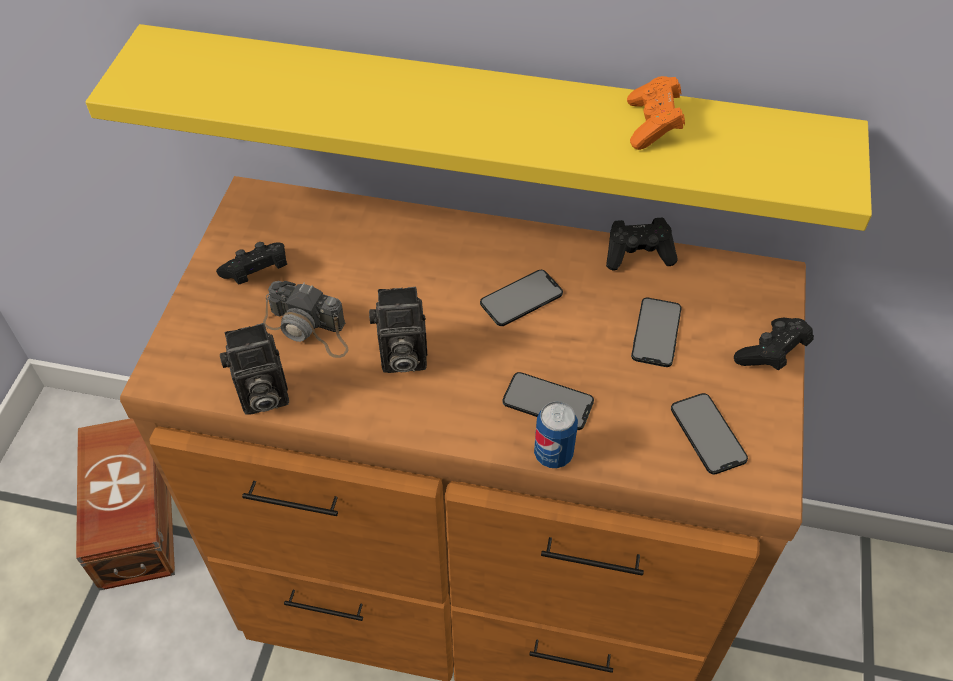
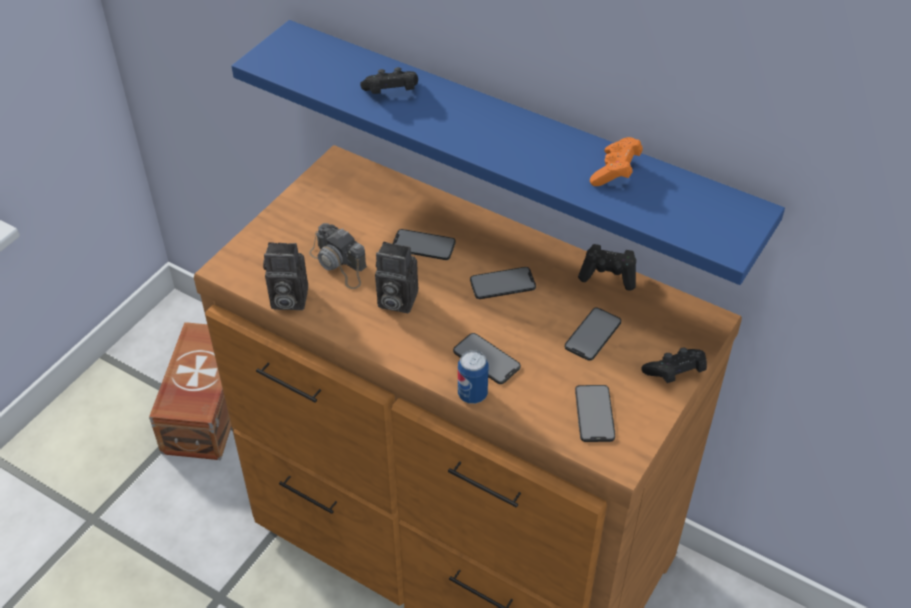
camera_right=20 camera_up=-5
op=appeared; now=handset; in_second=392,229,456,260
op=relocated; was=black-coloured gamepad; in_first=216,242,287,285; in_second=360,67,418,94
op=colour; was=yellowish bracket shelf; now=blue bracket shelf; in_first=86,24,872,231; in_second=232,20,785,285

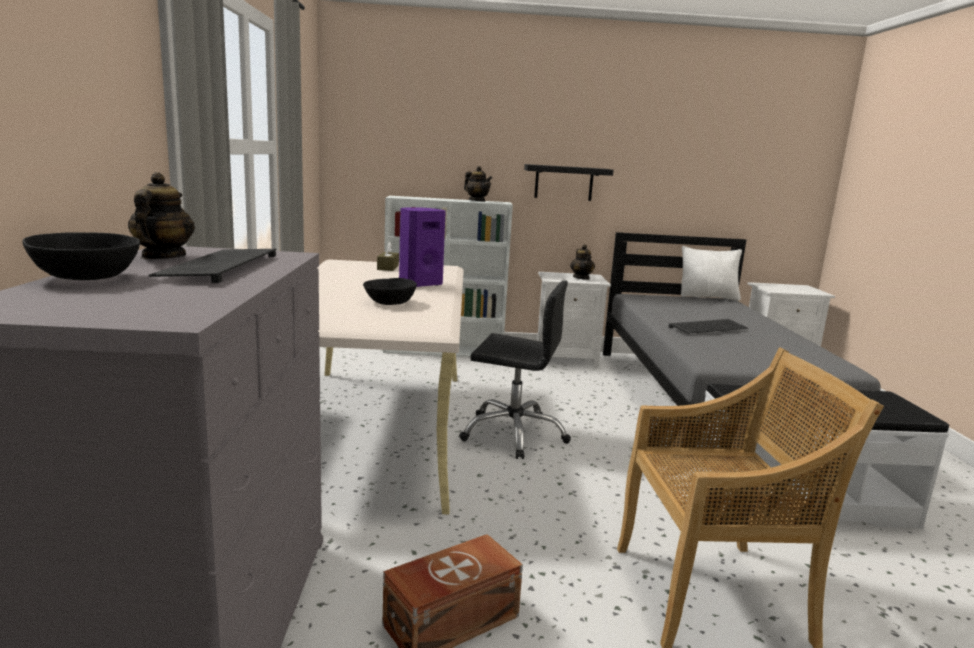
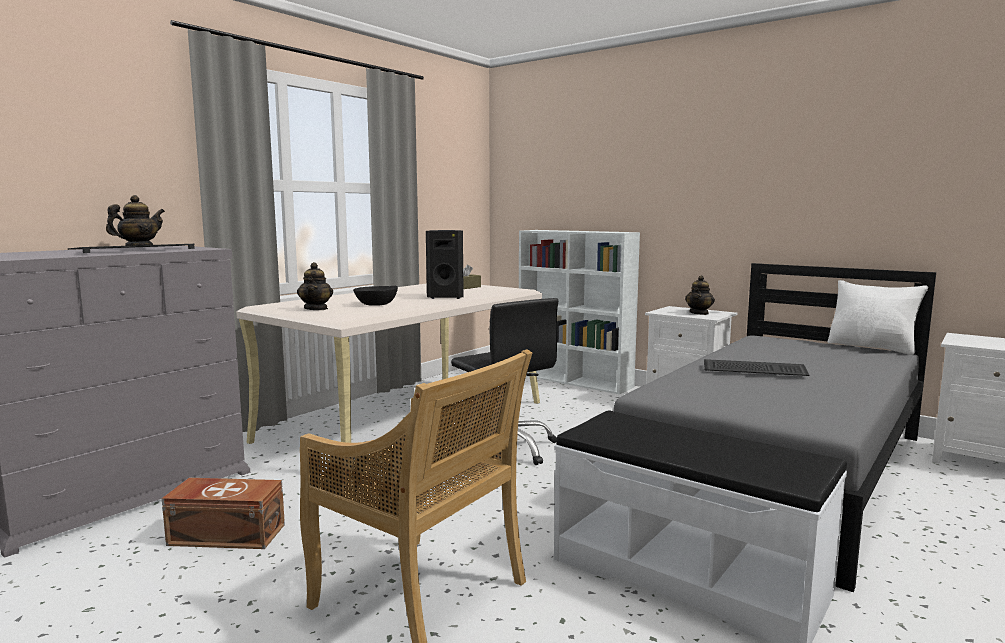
camera_right=40 camera_up=-5
op=missing; was=black-coloured bowl; in_first=22,232,140,280
op=missing; was=black-coloured bracket shelf; in_first=524,164,613,201
op=relocated; was=pot for tea; in_first=464,166,492,202; in_second=297,262,333,310
op=colour; was=purple audio speaker; now=black-coloured audio speaker; in_first=399,207,446,287; in_second=426,230,464,299

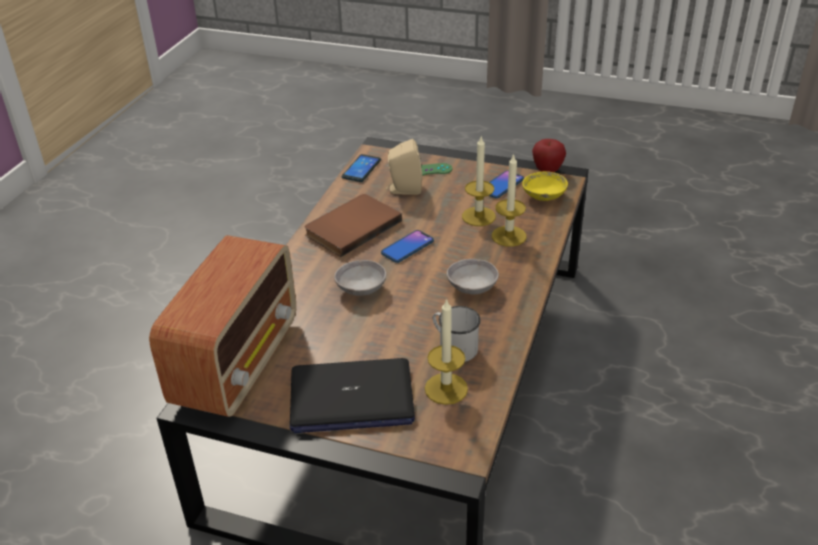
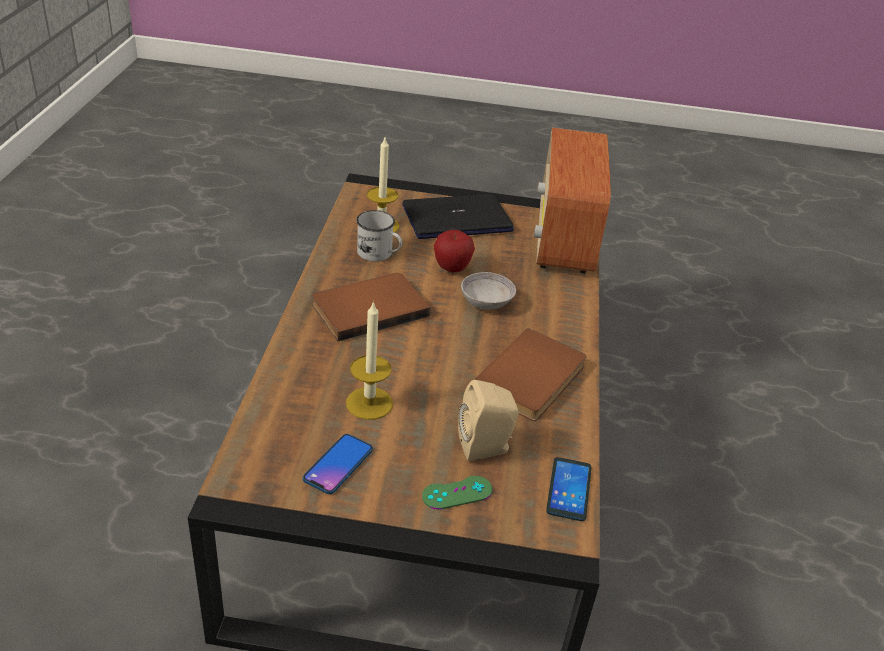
camera_right=165 camera_up=0
op=missing; was=handset; in_first=381,230,434,263
op=missing; was=wax candle; in_first=492,153,527,247
op=missing; was=yellowish bowl; in_first=522,171,568,201
op=relocated; was=apple; in_first=532,139,566,172; in_second=434,230,475,272
op=exchanged; was=greyish bowl; now=brown bound book; in_first=447,259,499,294; in_second=312,273,430,342

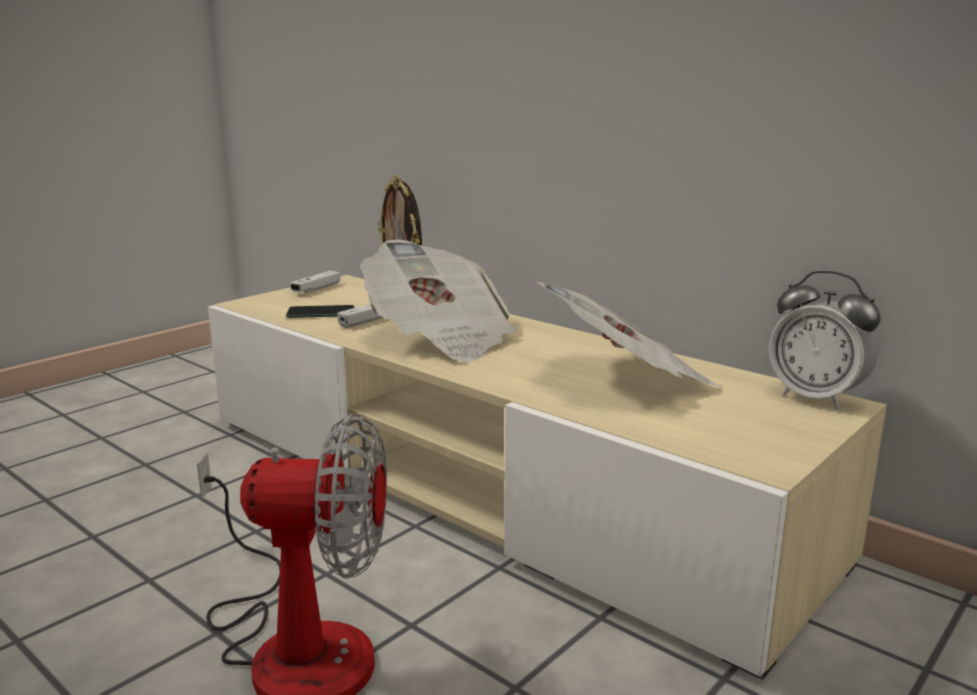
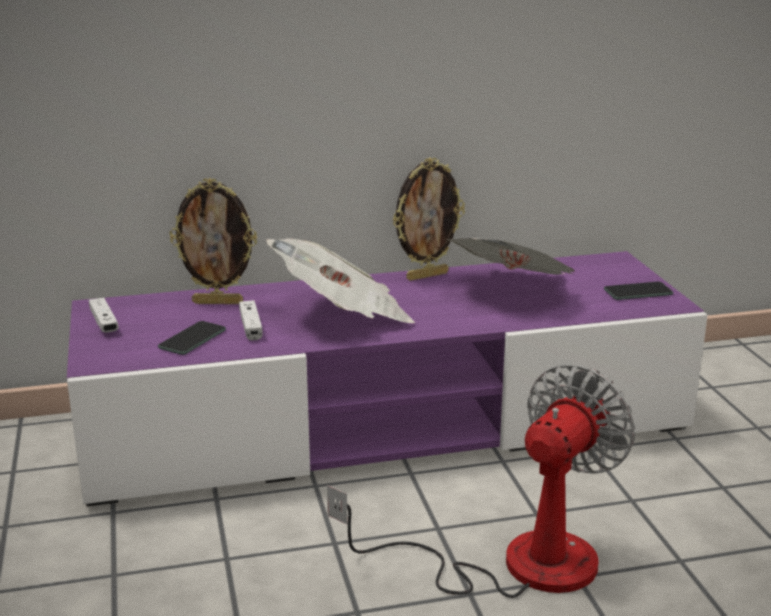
camera_right=-55 camera_up=5
op=missing; was=bedside clock; in_first=769,270,881,410
op=appeared; now=photo frame; in_second=393,158,465,281
op=appeared; now=handset; in_second=604,282,673,300
op=colour; was=beige-coloured tv unit; now=purple tv unit; in_first=208,275,887,680; in_second=67,251,708,506

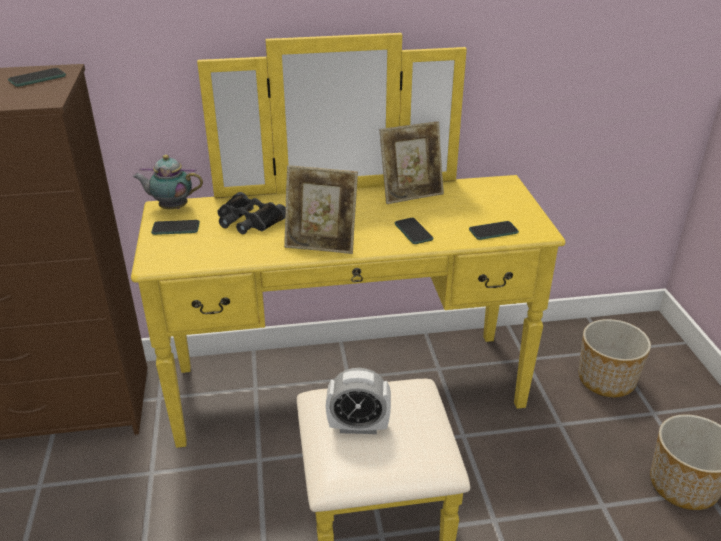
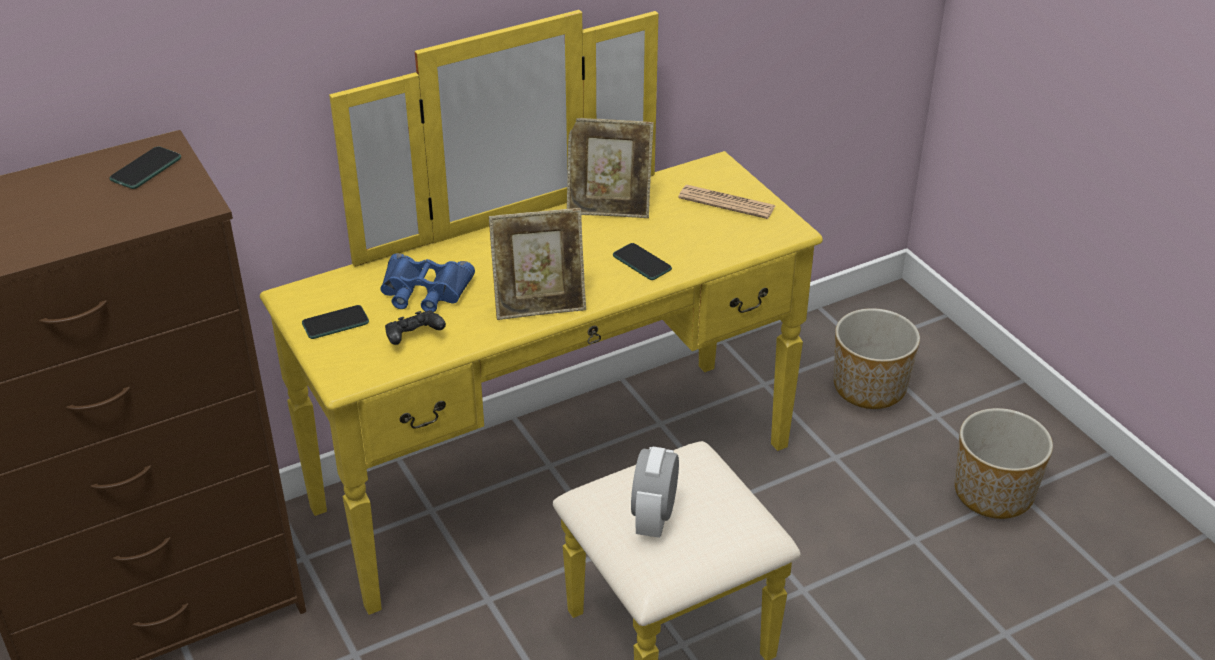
camera_right=-20 camera_up=5
op=missing; was=pot for tea; in_first=133,155,203,209
op=missing; was=handset; in_first=469,221,519,240
op=appeared; now=black-coloured gamepad; in_second=385,310,446,345
op=appeared; now=daily paper; in_second=678,185,775,219
op=colour; was=black-coloured pair of binoculars; now=blue pair of binoculars; in_first=217,192,286,234; in_second=380,253,475,312
op=spun; was=bedside clock; in_first=326,368,391,434; in_second=631,447,679,538; clockwise=120
op=spun; was=photo frame; in_first=379,121,444,204; in_second=567,118,654,218; clockwise=45

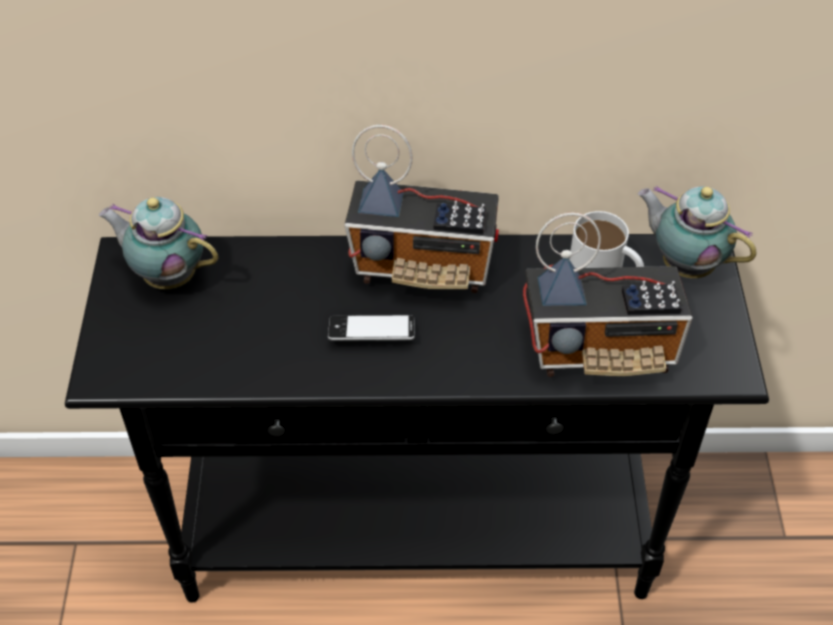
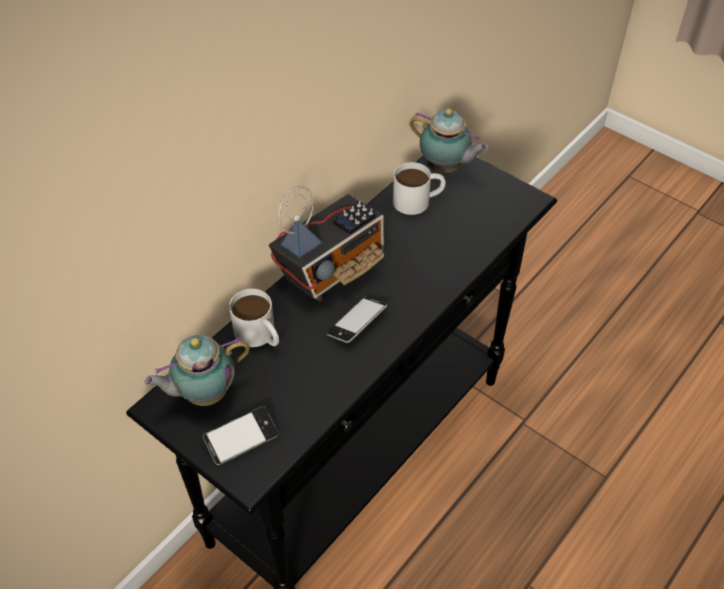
camera_right=-50 camera_up=0
op=missing; was=radio receiver; in_first=523,212,693,377
op=appeared; now=handset; in_second=203,406,279,465
op=appeared; now=white mug; in_second=229,289,279,347
op=spun; was=pot for tea; in_first=638,186,757,279; in_second=410,109,488,173; clockwise=-135

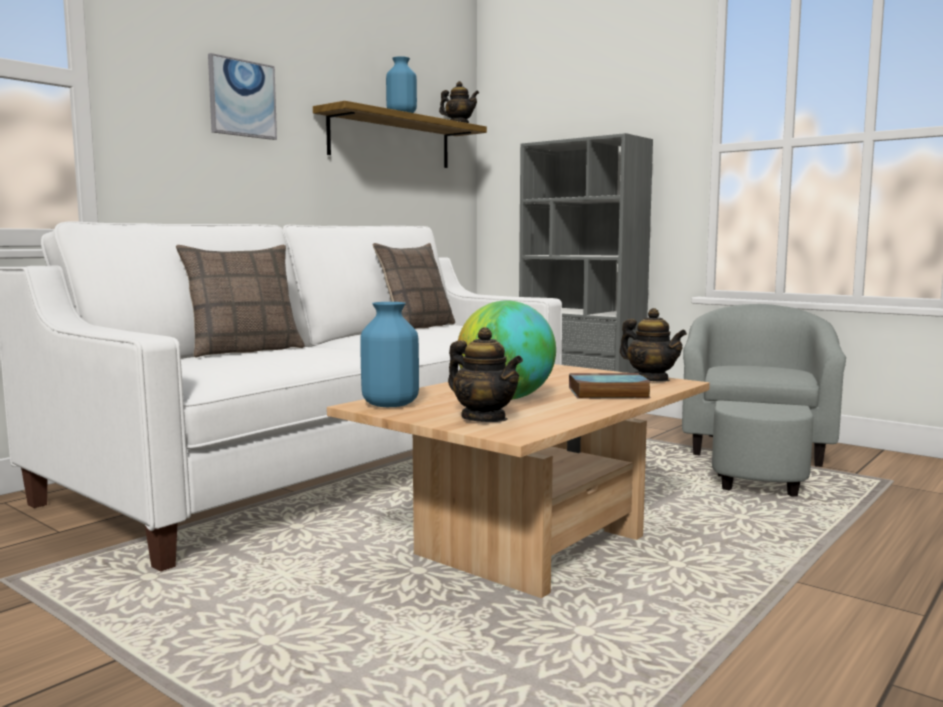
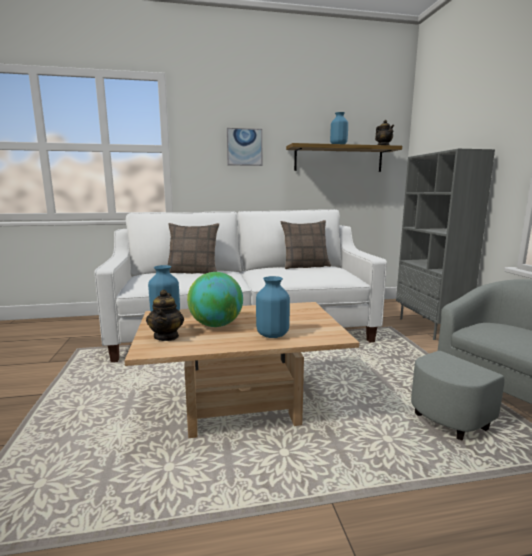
camera_right=40 camera_up=5
op=missing; was=pot for tea; in_first=620,308,687,382
op=exchanged; was=bound book; now=blue flower vase; in_first=569,373,652,398; in_second=256,276,290,338

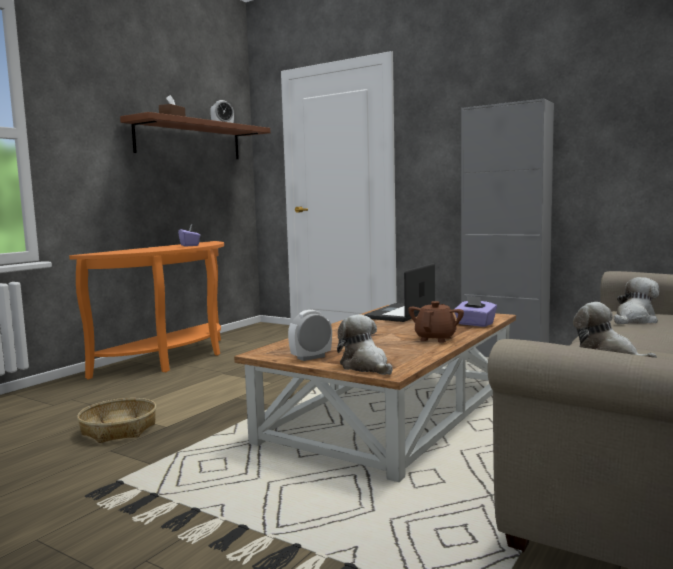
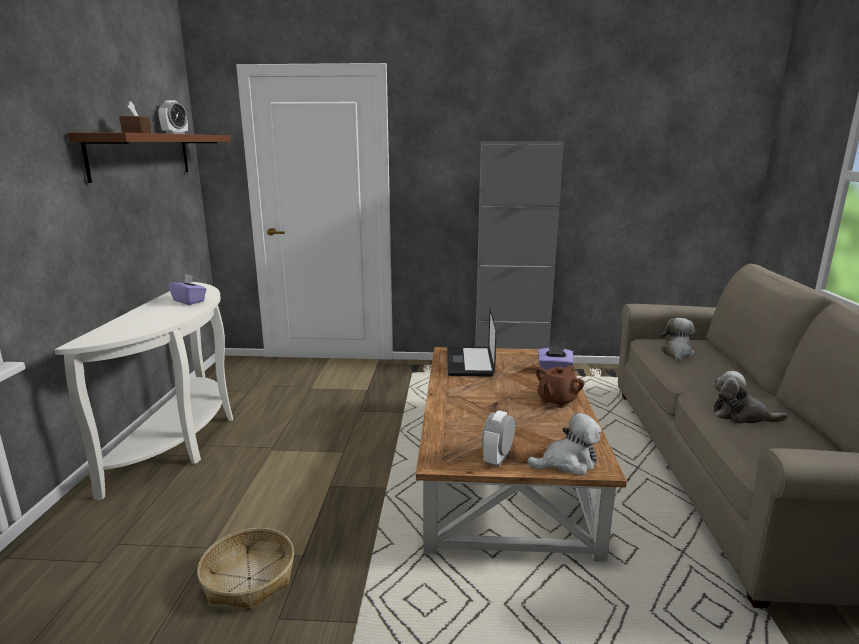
camera_right=-30 camera_up=10
op=colour; was=orange hall table; now=white hall table; in_first=69,241,224,379; in_second=54,282,233,500
op=spun; was=soft toy; in_first=337,314,393,375; in_second=527,413,602,475; clockwise=135
op=spun; was=brown pot for tea; in_first=408,301,464,343; in_second=535,365,585,408; clockwise=-135

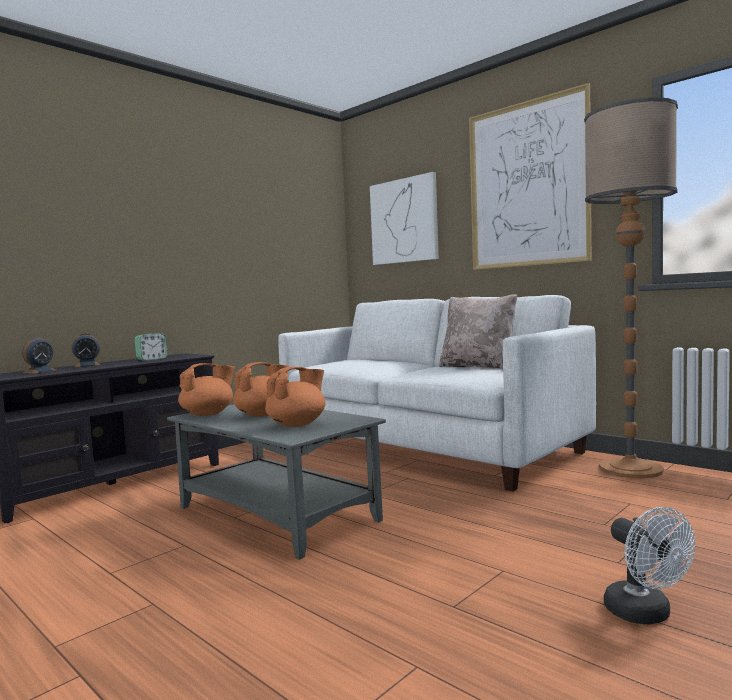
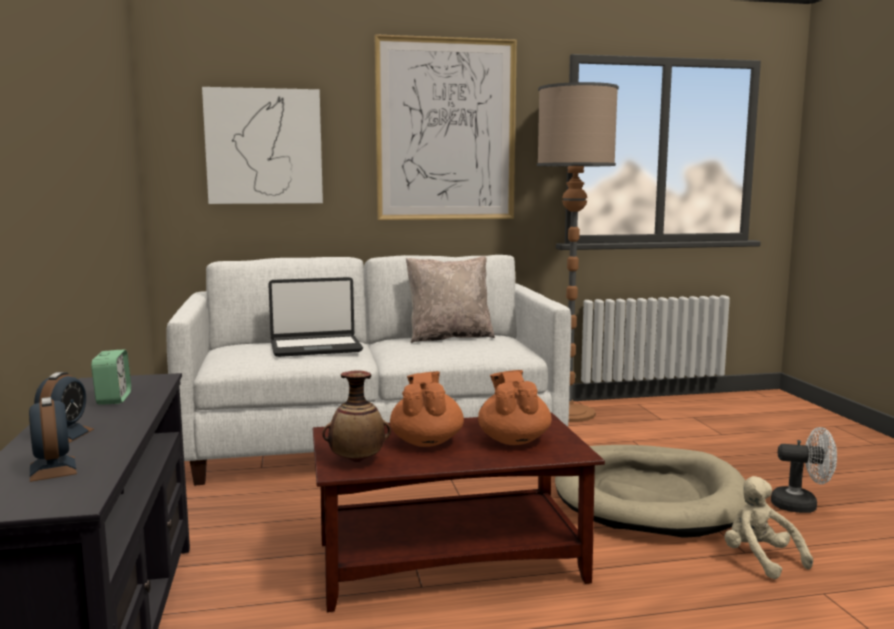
camera_right=-55 camera_up=5
op=appeared; now=laptop; in_second=268,277,363,357
op=appeared; now=beige-coloured dog cushion; in_second=555,445,747,538
op=appeared; now=beige-coloured soft toy; in_second=724,476,813,579
op=exchanged; was=orange pot for tea; now=flower vase; in_first=178,363,235,416; in_second=322,370,391,463
op=colour; was=greyish low table; now=brown low table; in_first=167,404,386,560; in_second=313,412,605,612

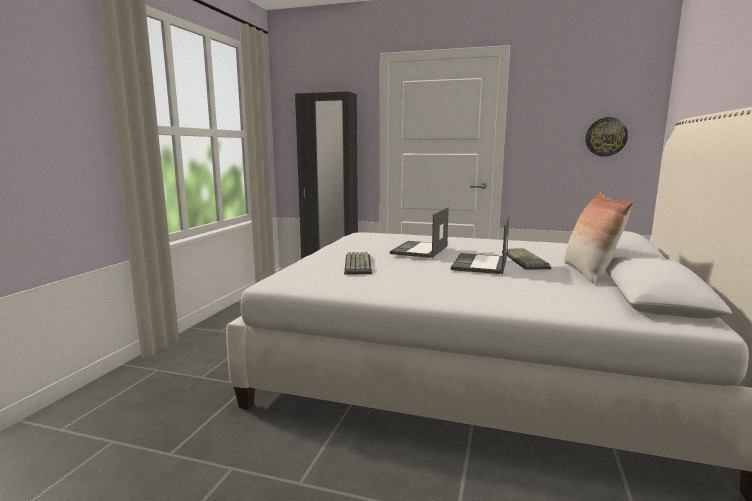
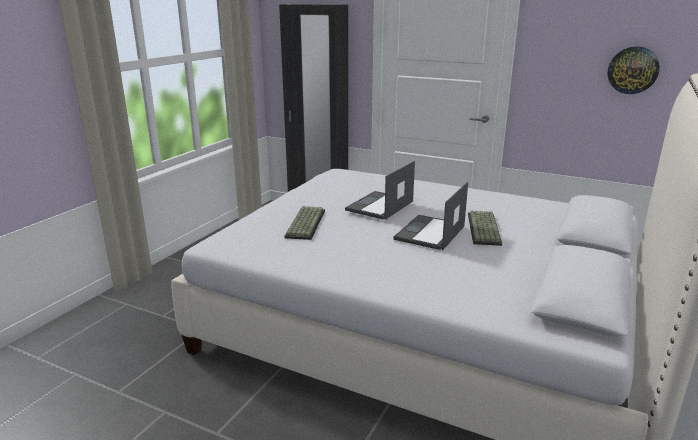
camera_right=10 camera_up=10
op=missing; was=pillow; in_first=564,192,633,283

